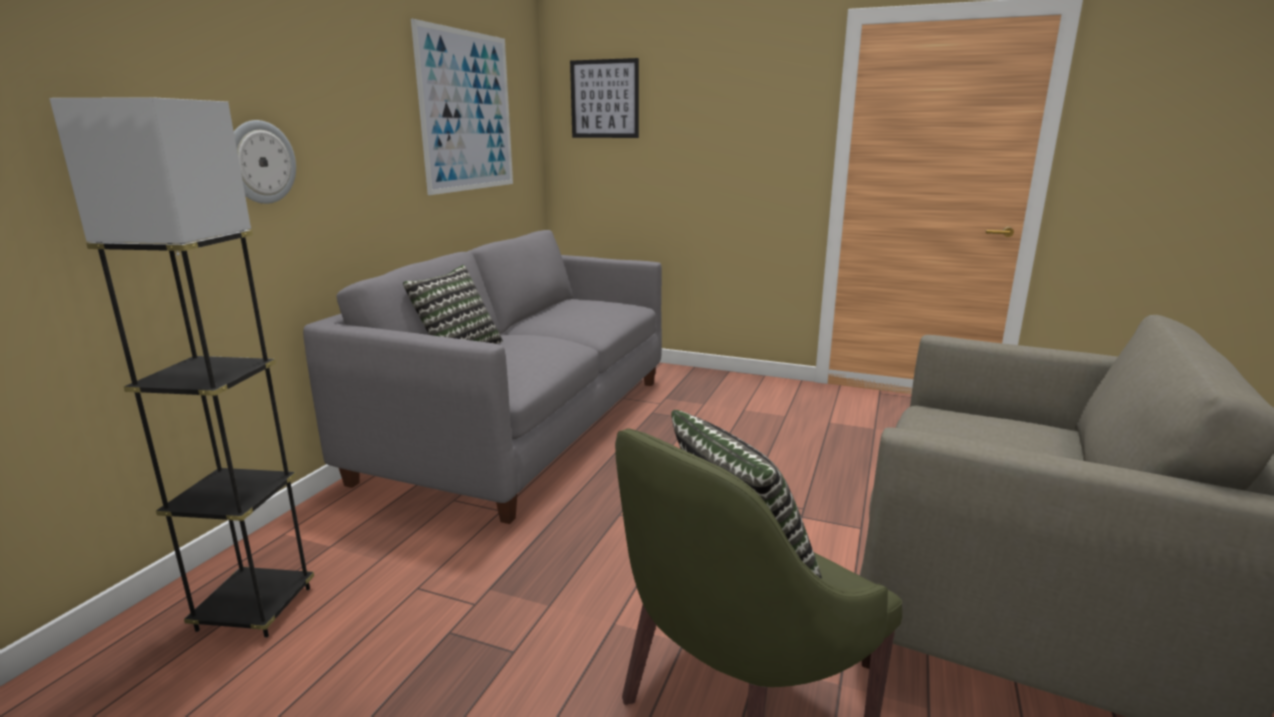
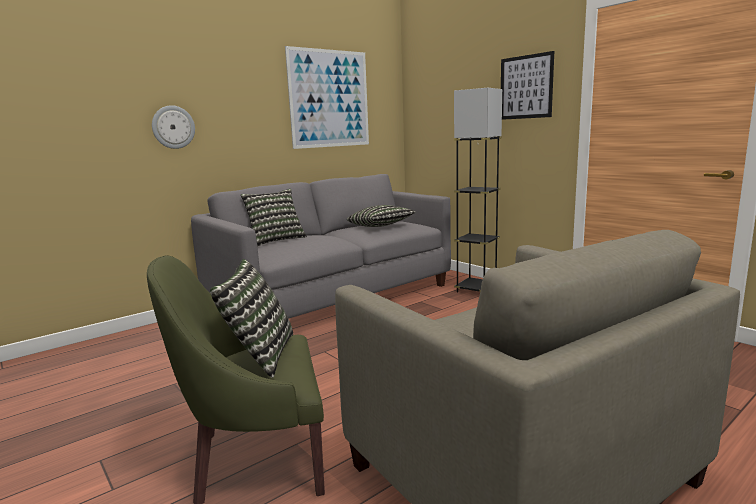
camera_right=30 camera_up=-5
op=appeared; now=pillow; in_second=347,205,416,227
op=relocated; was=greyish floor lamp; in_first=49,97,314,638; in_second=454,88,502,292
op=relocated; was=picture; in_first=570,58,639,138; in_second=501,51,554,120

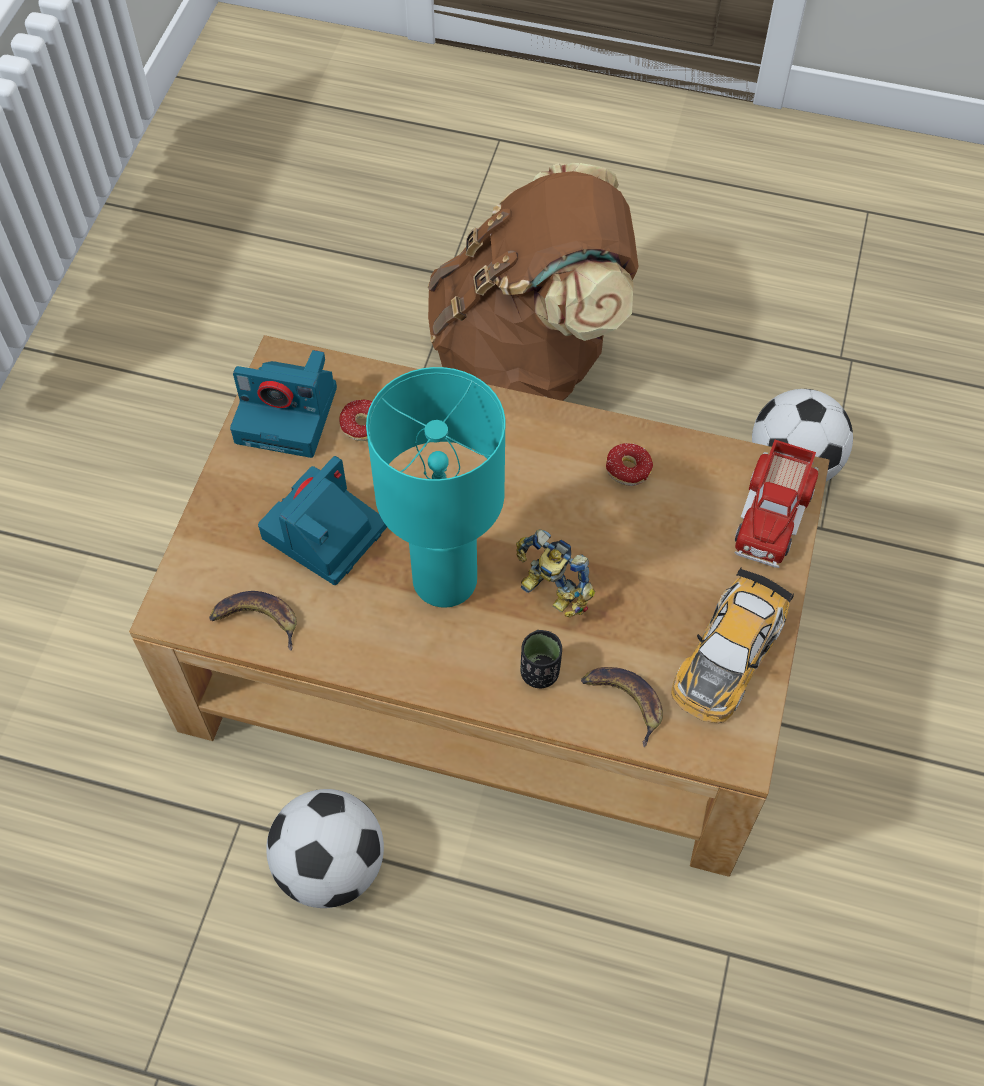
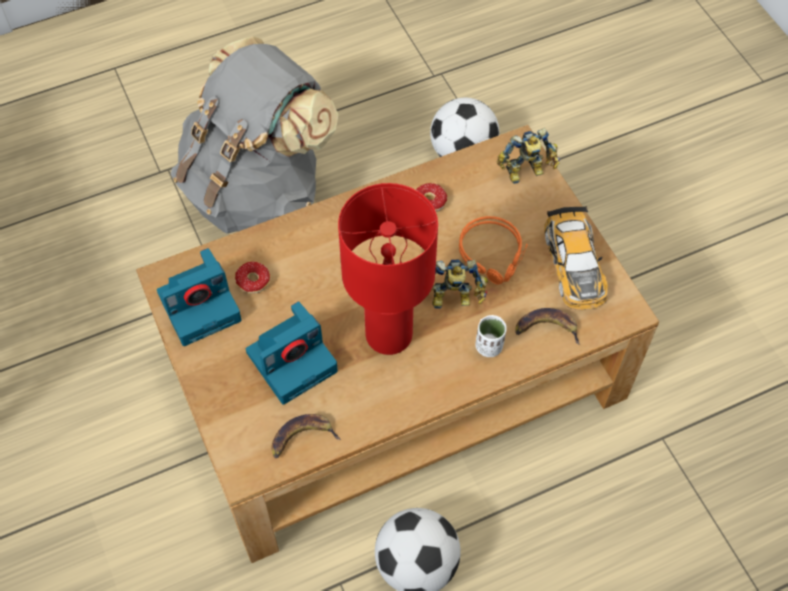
camera_right=-40 camera_up=0
op=appeared; now=orange headset; in_second=459,216,528,285
op=exchanged; was=model truck; now=robot figure; in_first=735,440,819,568; in_second=497,128,560,184
op=colour; was=turquoise-coloured tabletop lamp; now=red tabletop lamp; in_first=366,367,505,608; in_second=338,183,438,355
op=colour; was=brown knapsack; now=greyish knapsack; in_first=428,163,638,401; in_second=171,36,339,234
op=colour; was=black-coloured drinking cup; now=white drinking cup; in_first=520,630,562,688; in_second=476,315,507,357
op=spun; was=photo camera; in_first=258,456,387,585; in_second=246,301,338,405; clockwise=-120

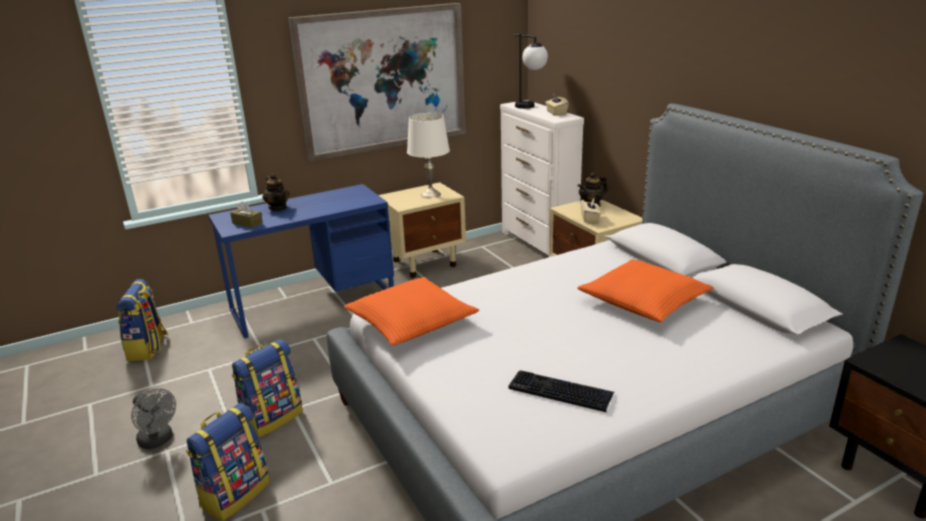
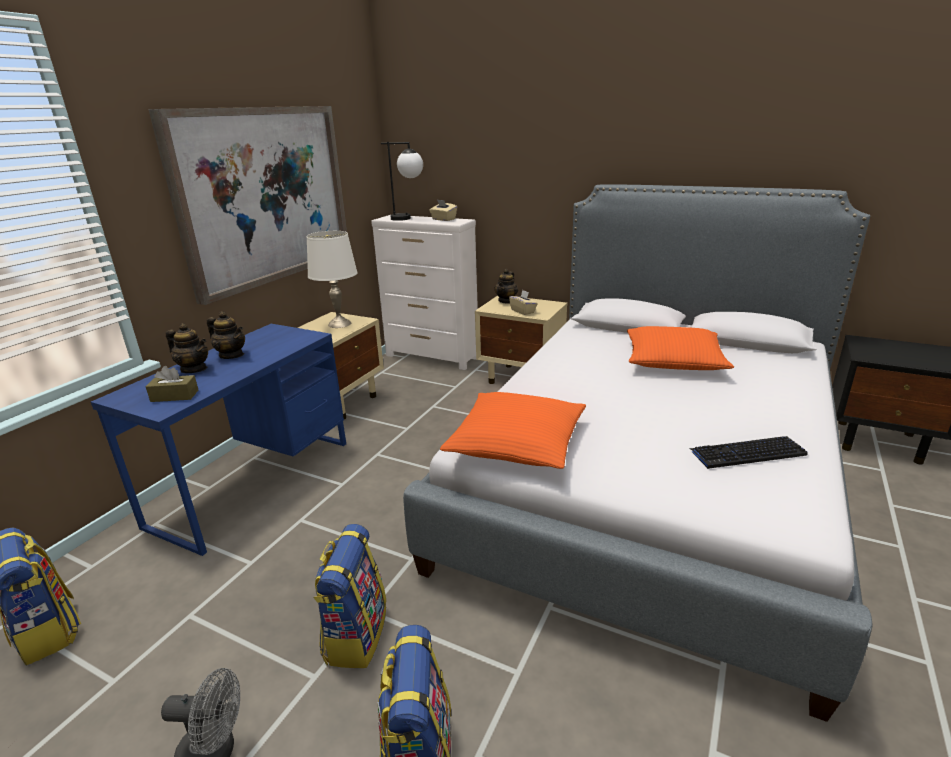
camera_right=-35 camera_up=0
op=appeared; now=pot for tea; in_second=207,311,245,359

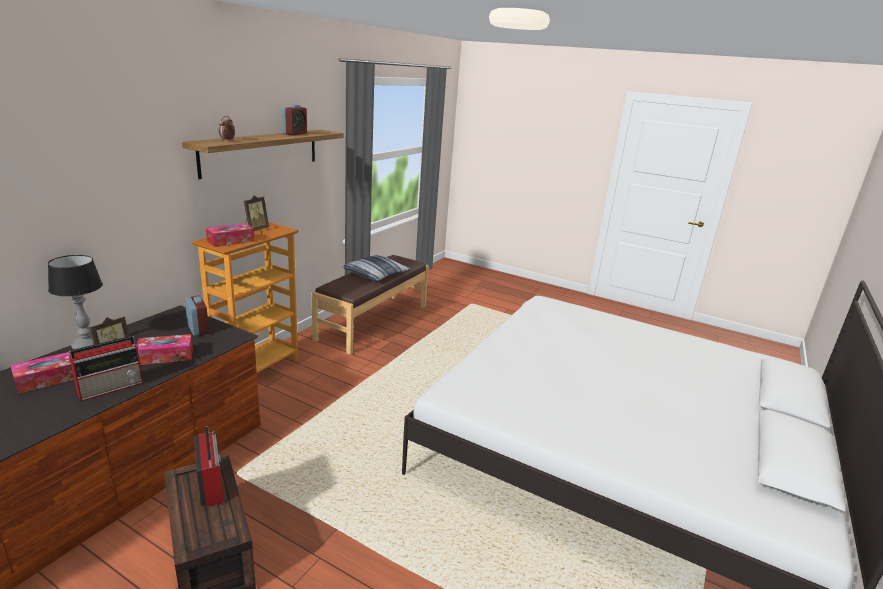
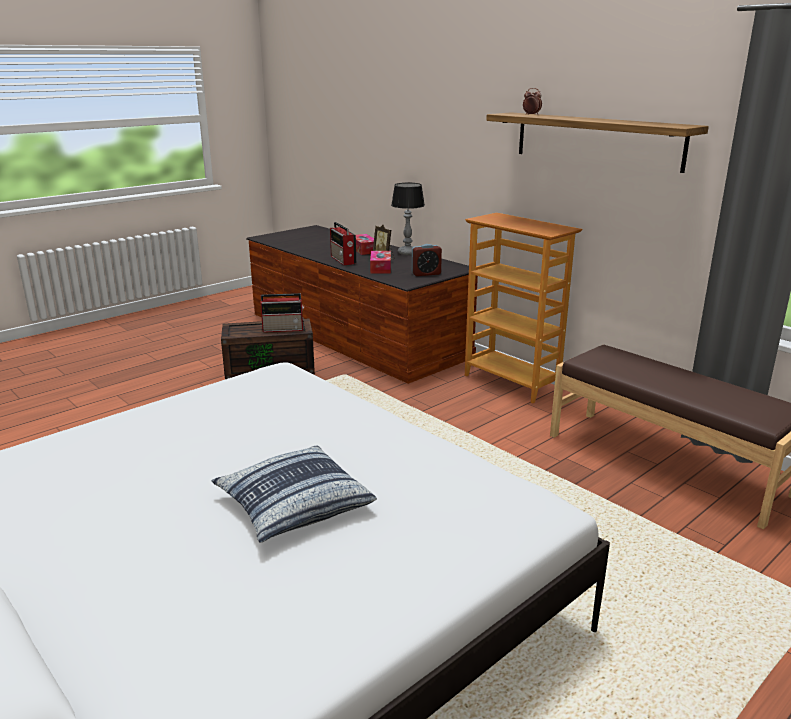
camera_right=110 camera_up=0
op=missing; was=tissue box; in_first=206,223,255,247
op=missing; was=photo frame; in_first=244,195,269,231
op=missing; was=bedside clock; in_first=282,104,307,136
op=relocated; was=pillow; in_first=342,255,411,281; in_second=211,445,377,543

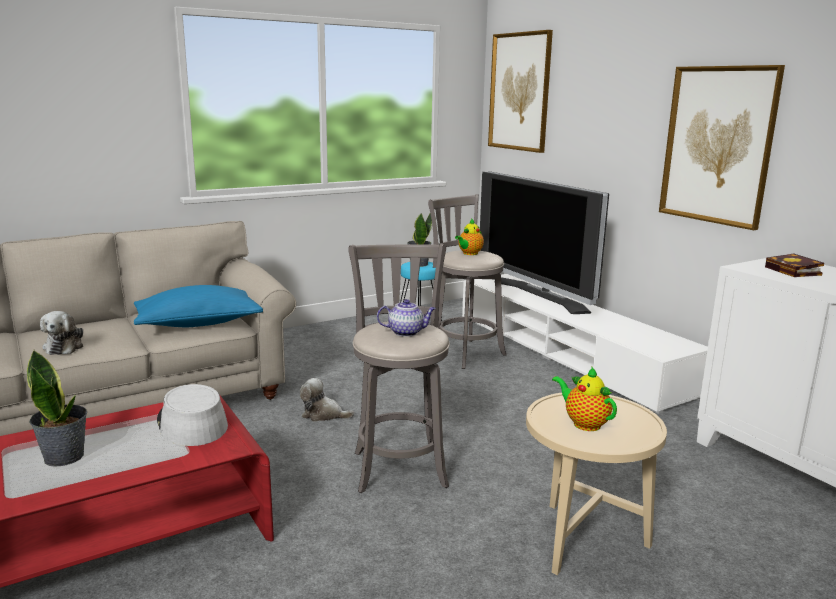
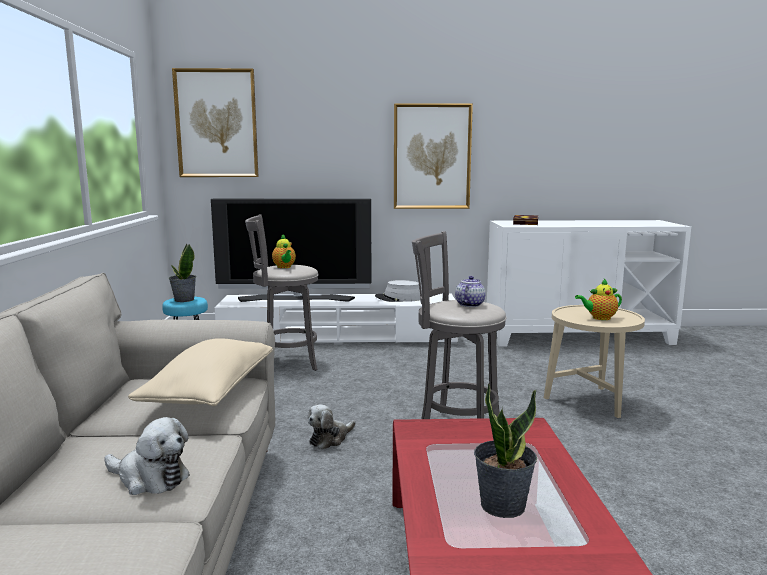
camera_right=-60 camera_up=-5
op=relocated; was=greyish wearable hat; in_first=157,384,228,446; in_second=375,280,420,302
op=colour; was=blue pillow; now=beige-coloured pillow; in_first=134,285,263,327; in_second=128,338,273,406

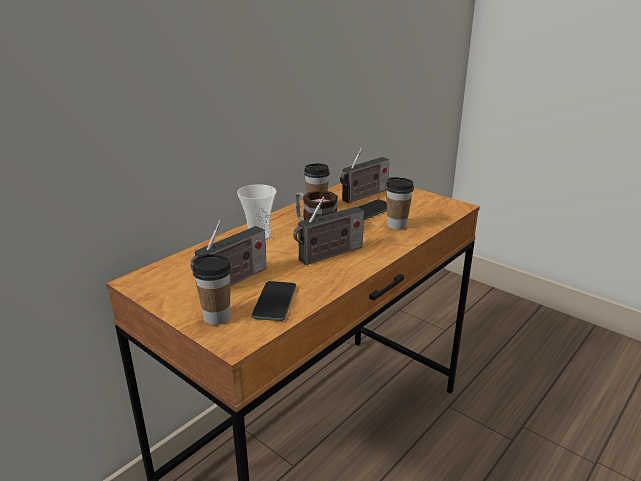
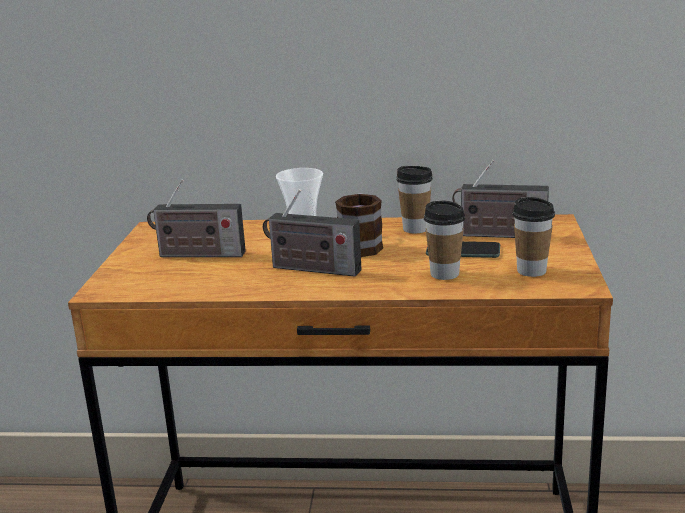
camera_right=55 camera_up=-5
op=missing; was=handset; in_first=251,281,296,321
op=relocated; was=drinking cup; in_first=192,254,232,325; in_second=513,197,555,277

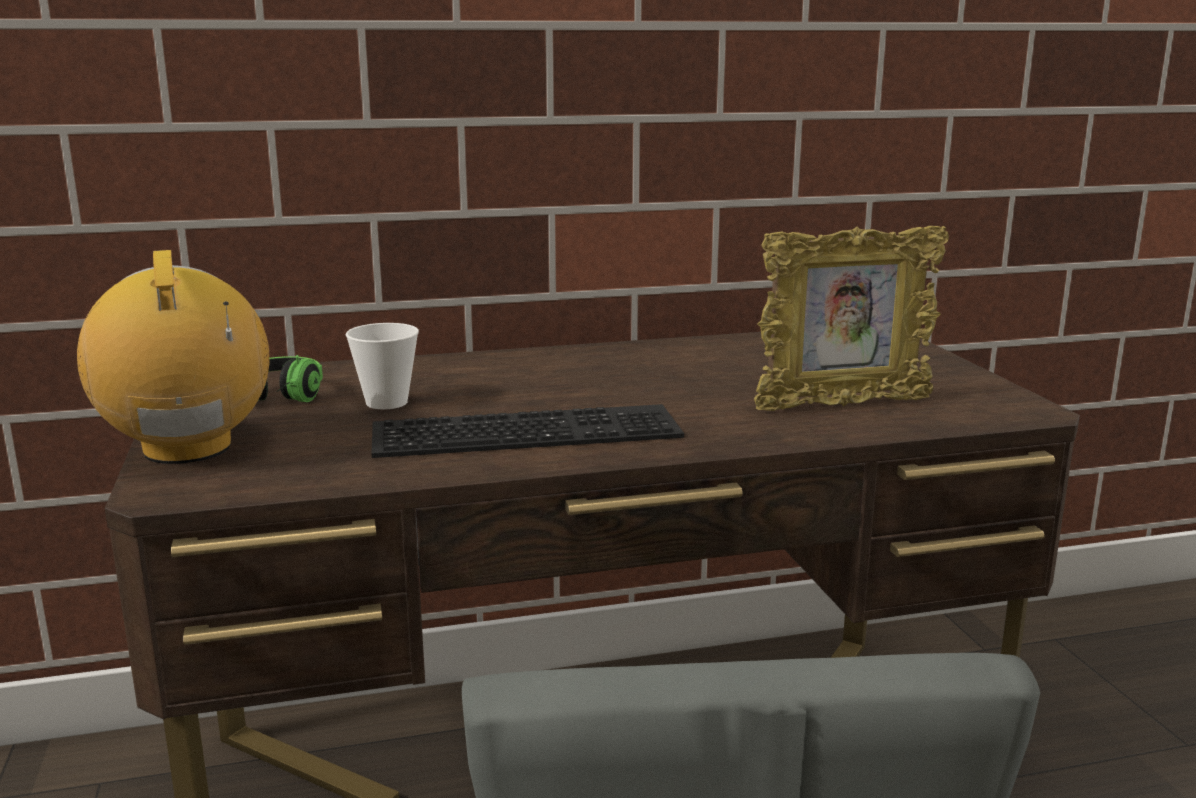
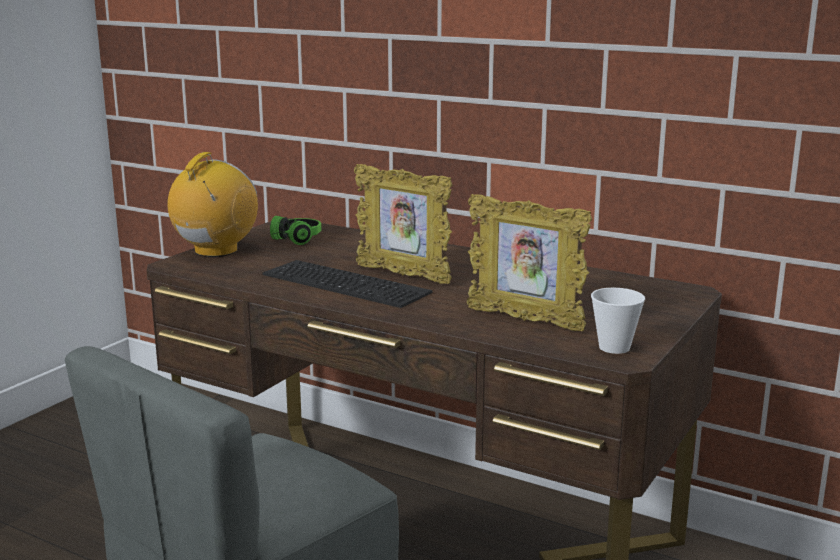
camera_right=45 camera_up=0
op=appeared; now=photo frame; in_second=354,164,452,284
op=relocated; was=drinking cup; in_first=346,323,419,409; in_second=591,288,645,354

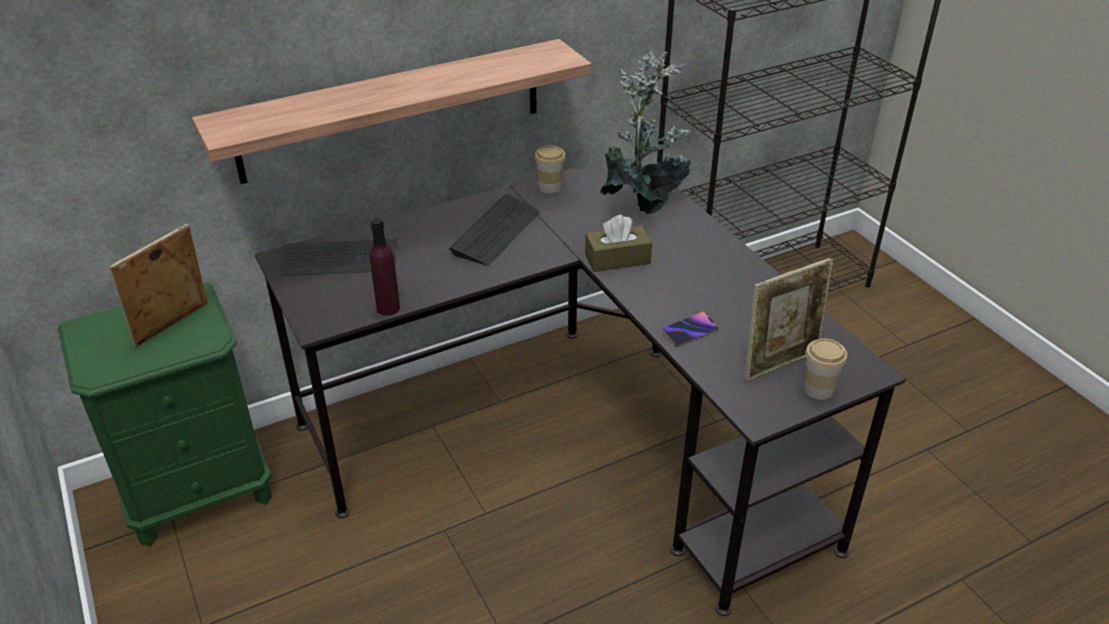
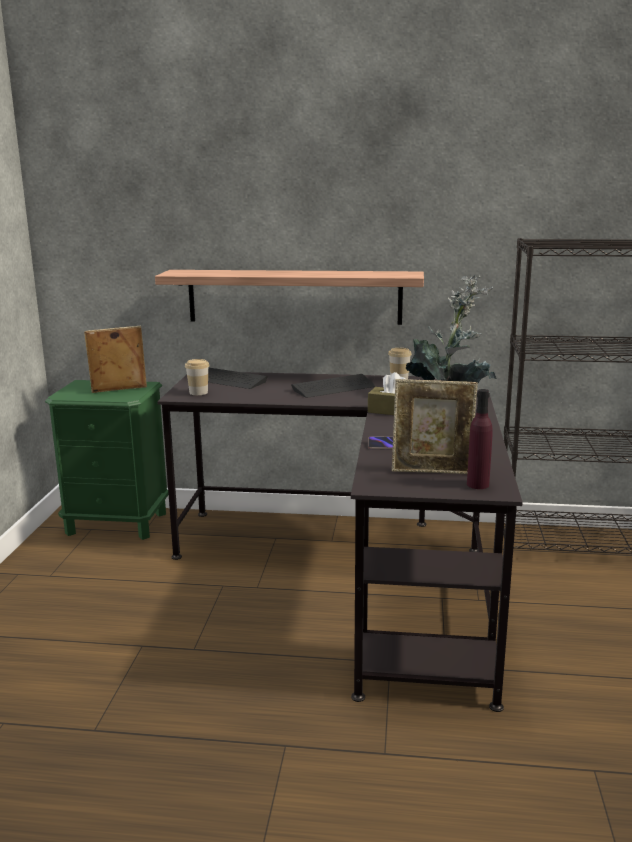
camera_right=35 camera_up=-20
op=relocated; was=purple drink bottle; in_first=370,218,400,316; in_second=467,389,493,489
op=relocated; was=drinking cup; in_first=803,338,847,400; in_second=185,359,210,395

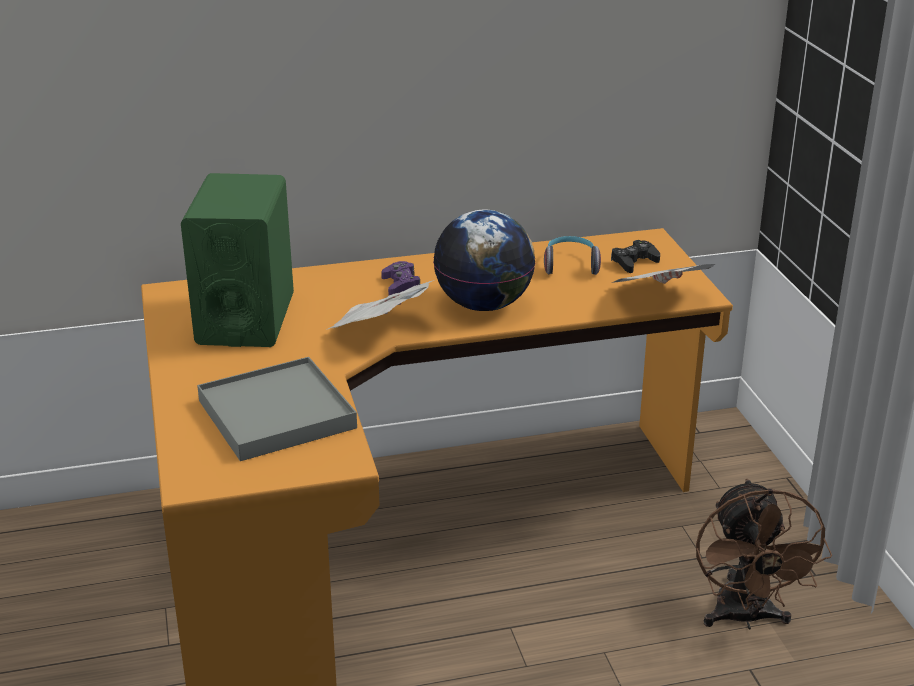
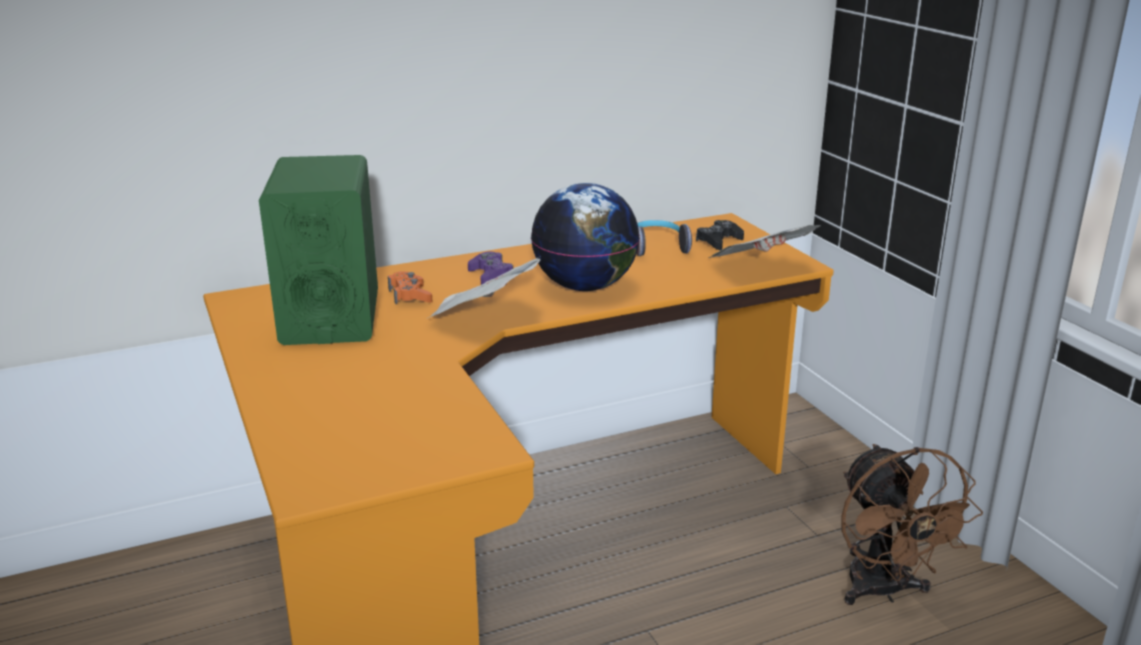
camera_right=-10 camera_up=-5
op=missing; was=greyish serving tray; in_first=197,357,357,461
op=appeared; now=orange gamepad; in_second=388,271,432,304

